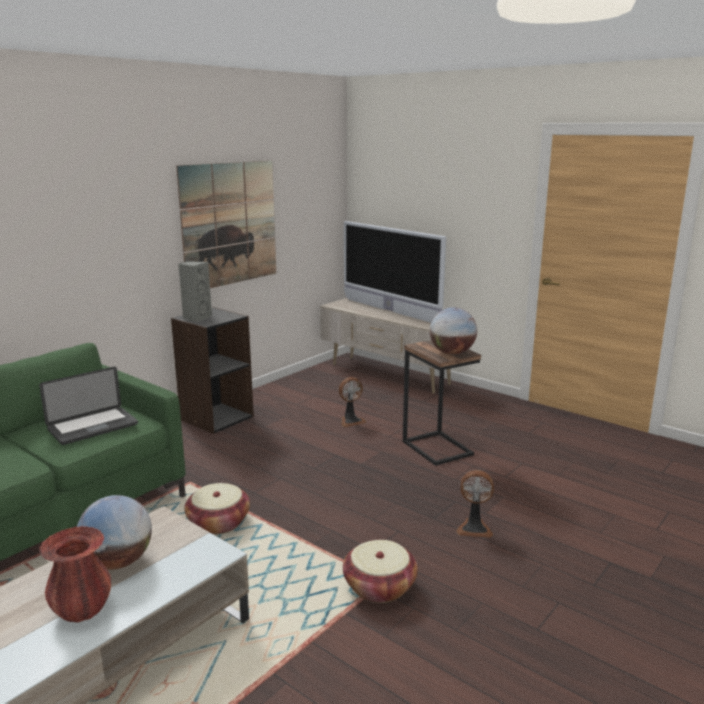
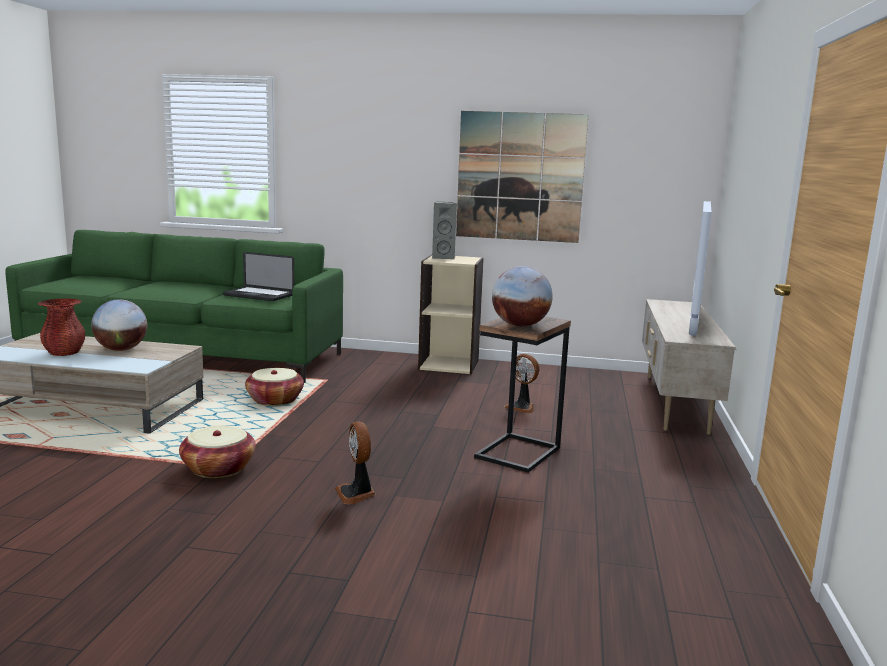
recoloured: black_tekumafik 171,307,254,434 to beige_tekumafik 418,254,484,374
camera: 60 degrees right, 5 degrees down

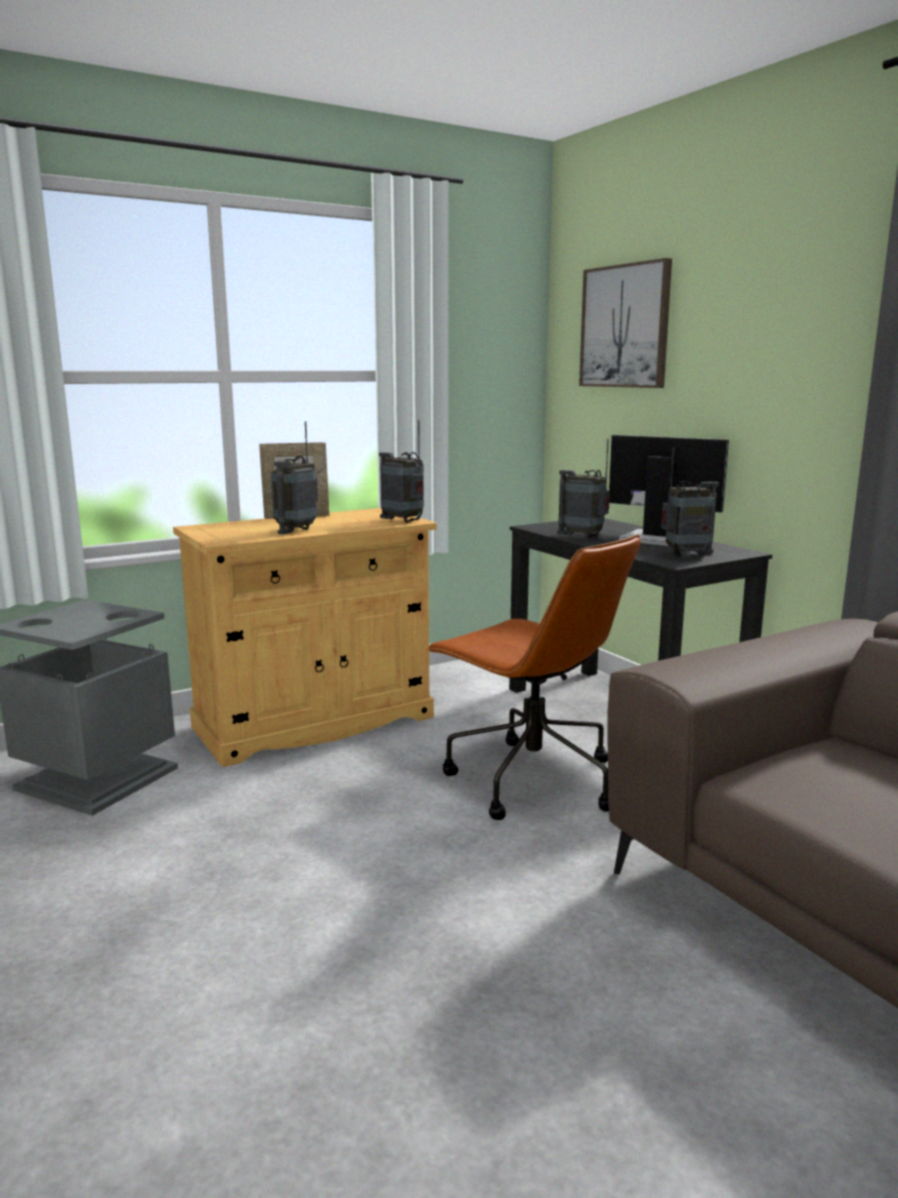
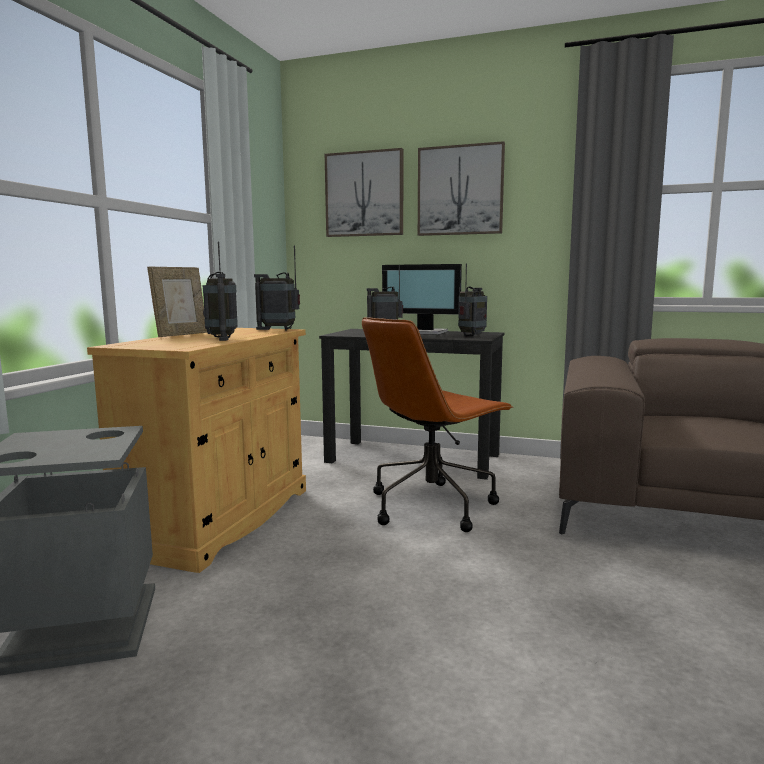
added: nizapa 418,141,505,236
turned: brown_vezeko 426,534,641,820 = 362,317,513,532 135 degrees clockwise; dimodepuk 609,435,729,546 = 382,264,462,335 150 degrees counterclockwise
camera: 40 degrees left, 5 degrees down

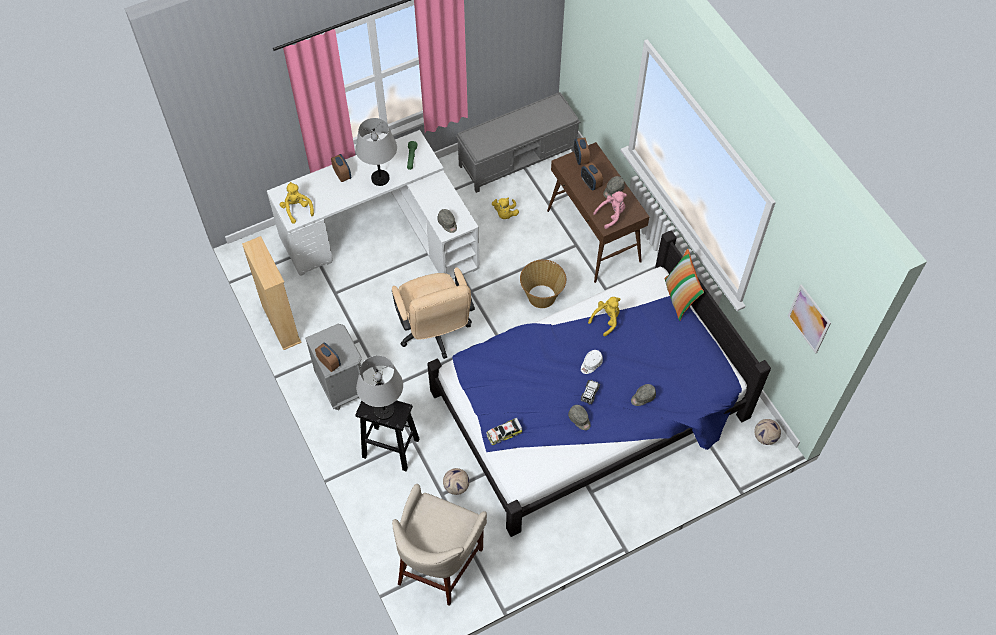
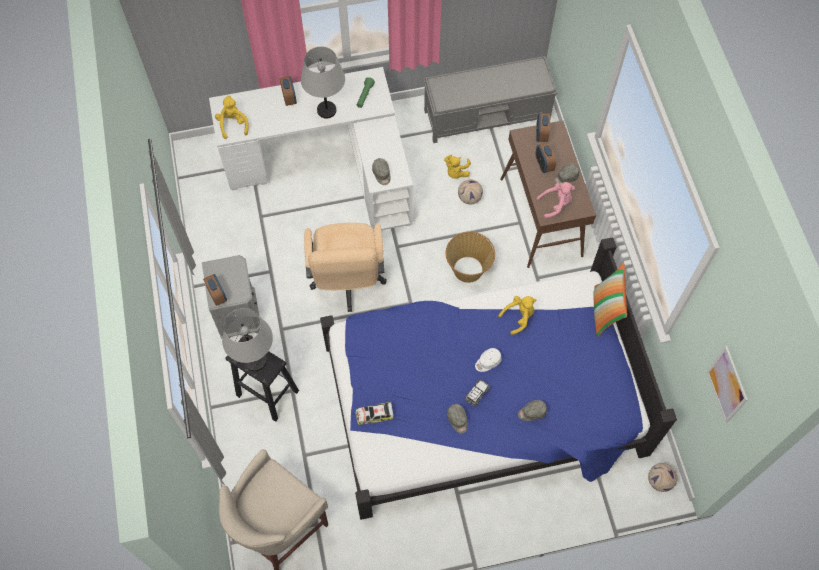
removed: beige_tekumafik 242,236,302,350
moved: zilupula 443,468,469,495 to 458,180,483,204
camera: 15 degrees right, 5 degrees up

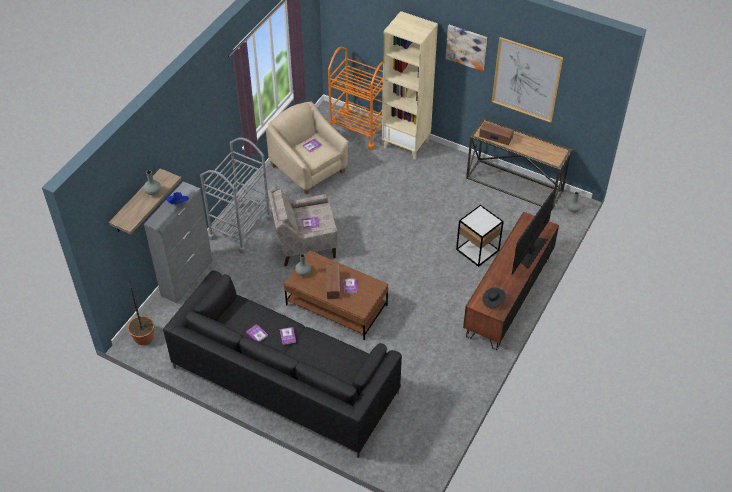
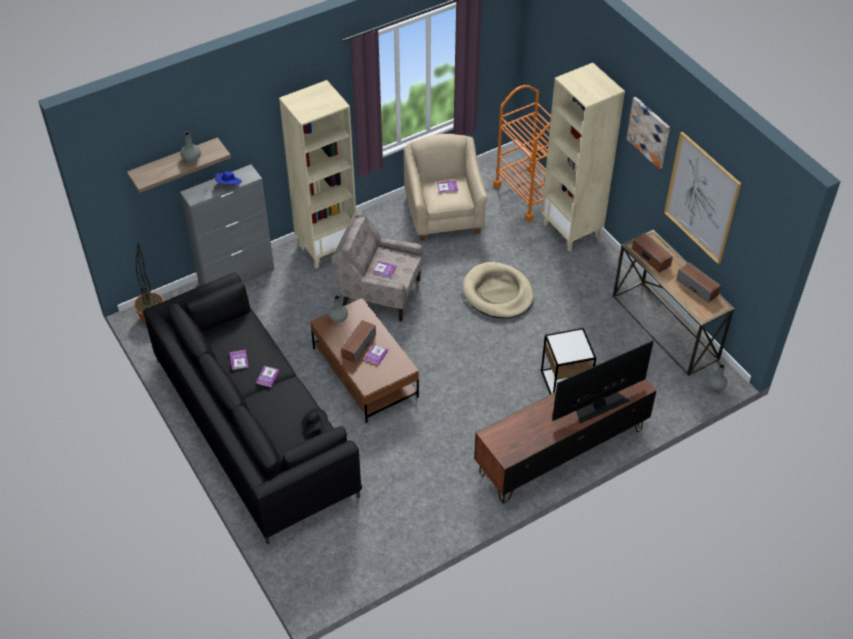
added: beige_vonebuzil 463,262,534,318; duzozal 676,262,721,303
moved: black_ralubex 482,288,505,308 to 302,408,328,433
replaced: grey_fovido 200,138,273,254 to beige_tekumafik 279,80,356,269
camera: 30 degrees right, 0 degrees up

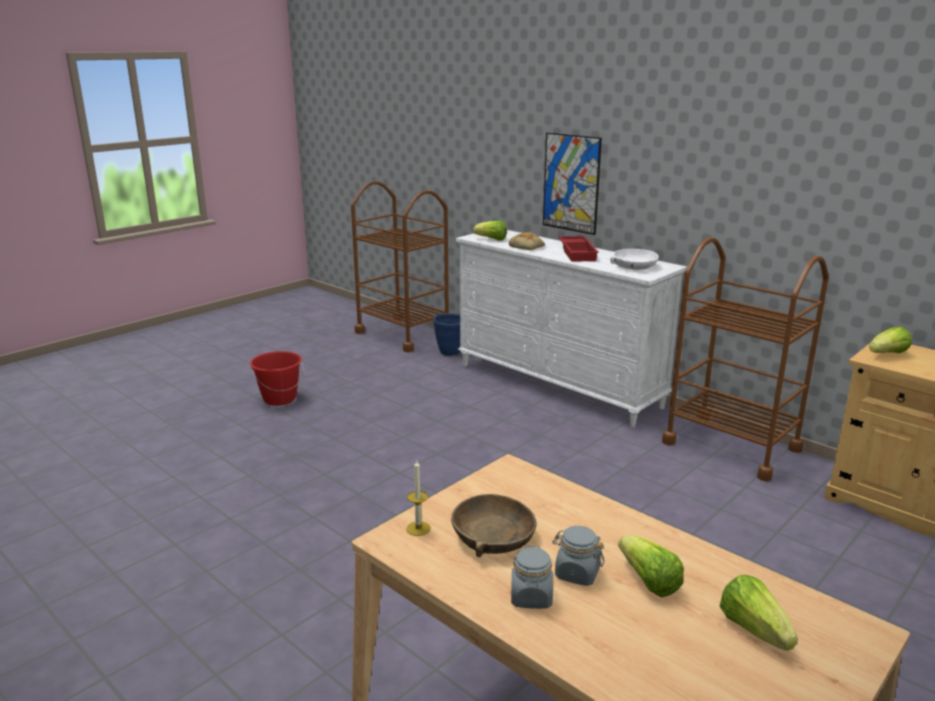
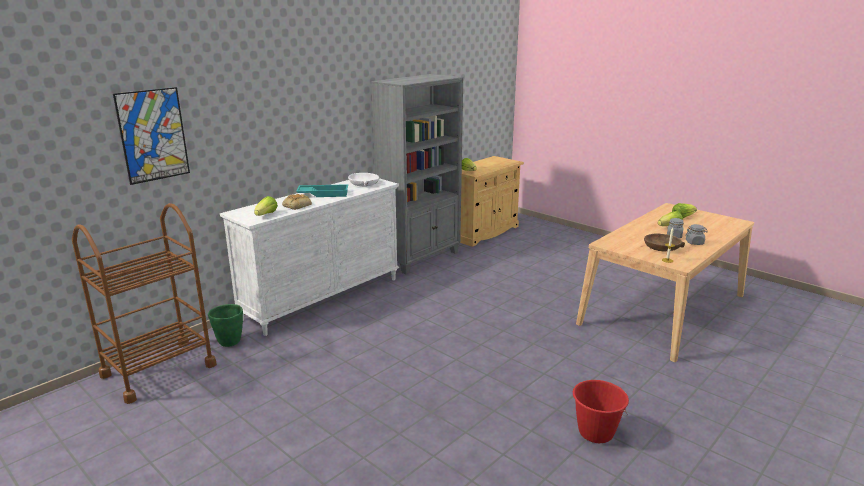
moved: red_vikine 250,351,303,406 to 573,380,629,443; nizapa 543,133,602,235 to 113,87,190,185
replaced: brown_fovido 662,237,829,482 to grey_tekumafik 371,74,463,275
recoloured: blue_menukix 433,314,461,356 to green_menukix 208,304,243,347; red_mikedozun 559,236,599,262 to turquoise_mikedozun 296,184,348,197
camera: 90 degrees left, 0 degrees up

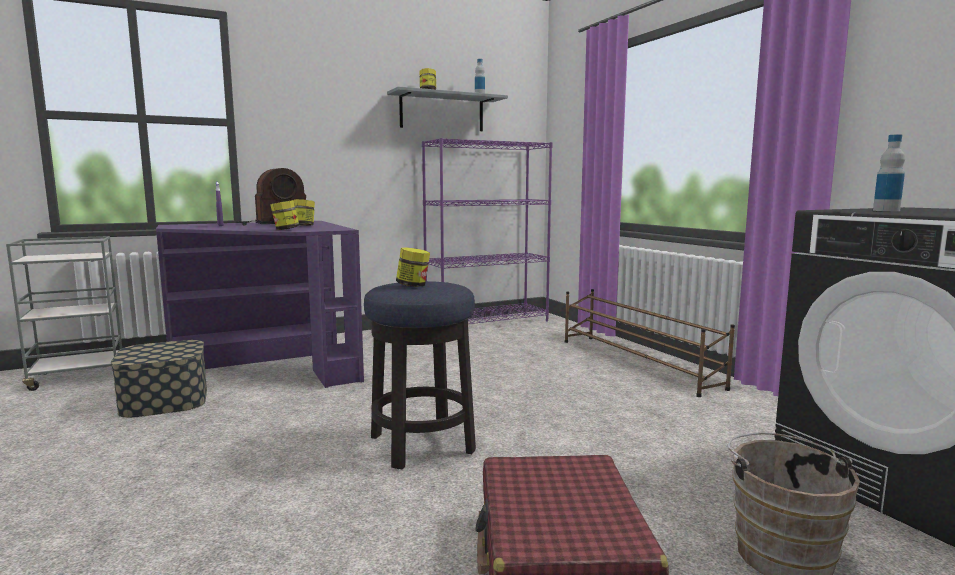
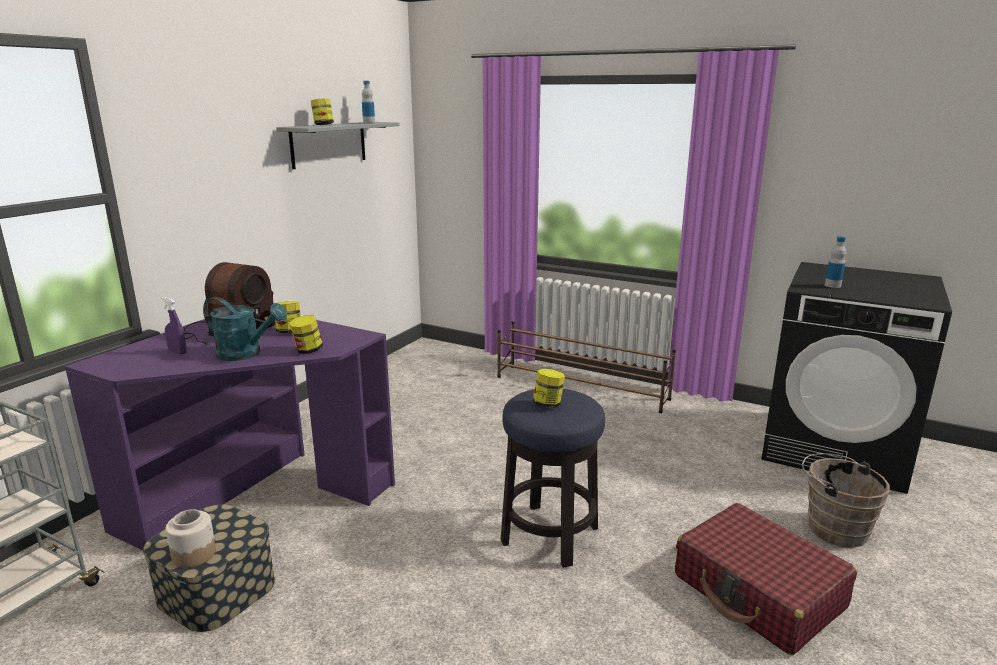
removed: purple_tekumafik 422,138,552,324
added: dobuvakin 166,509,216,568; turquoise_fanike 203,297,287,361
camera: 35 degrees left, 10 degrees up

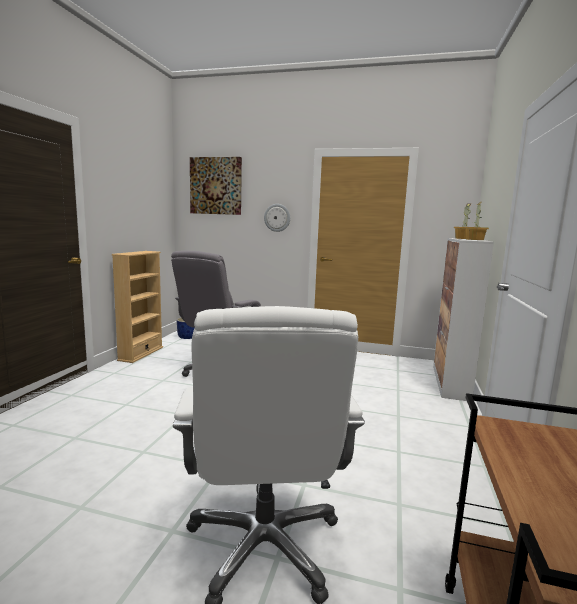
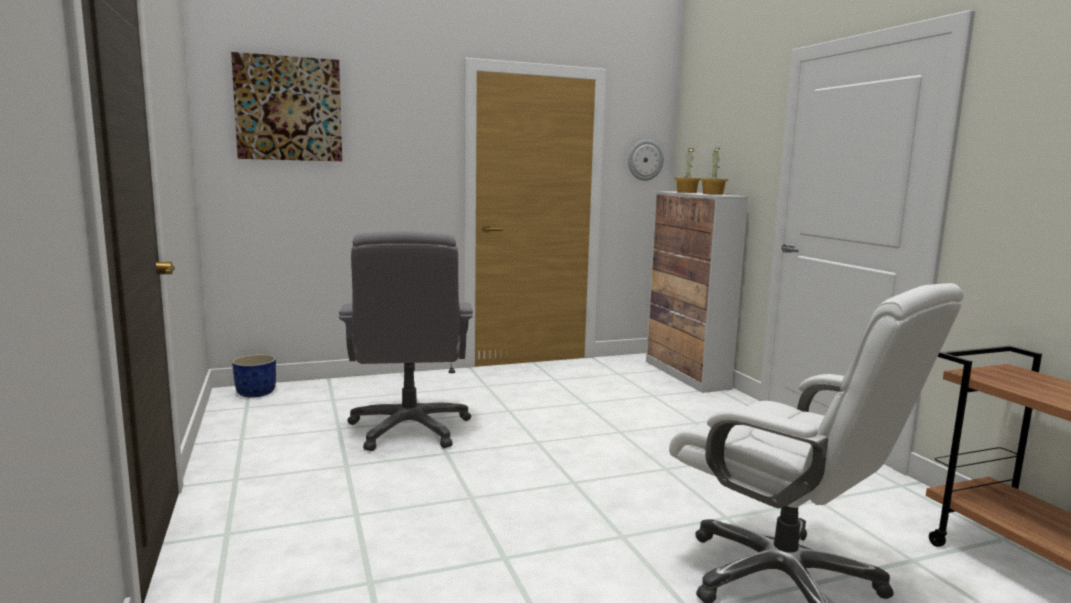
removed: beige_tekumafik 112,251,163,363
moved: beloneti 264,204,290,232 to 628,140,664,181
camera: 35 degrees left, 0 degrees up

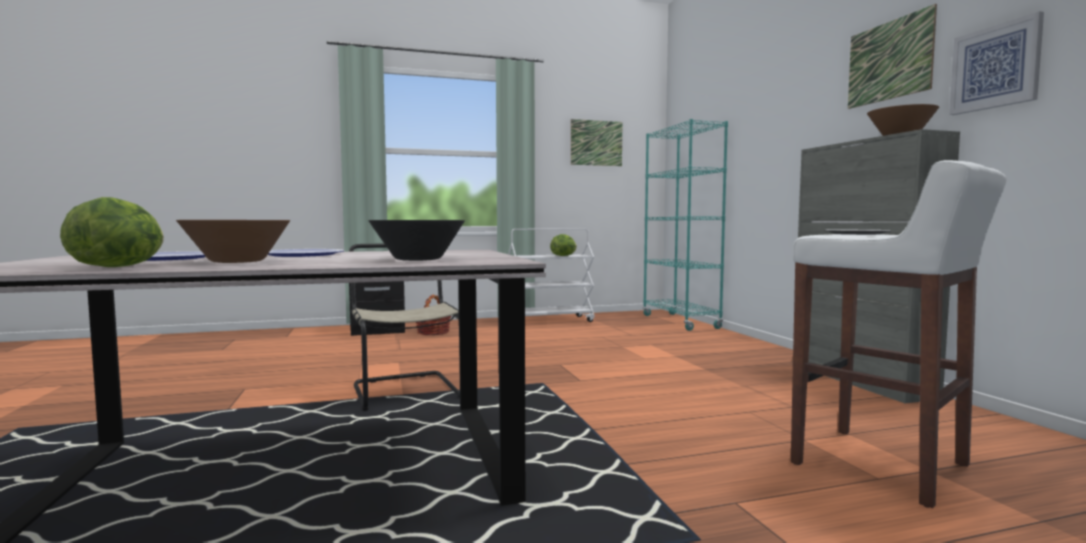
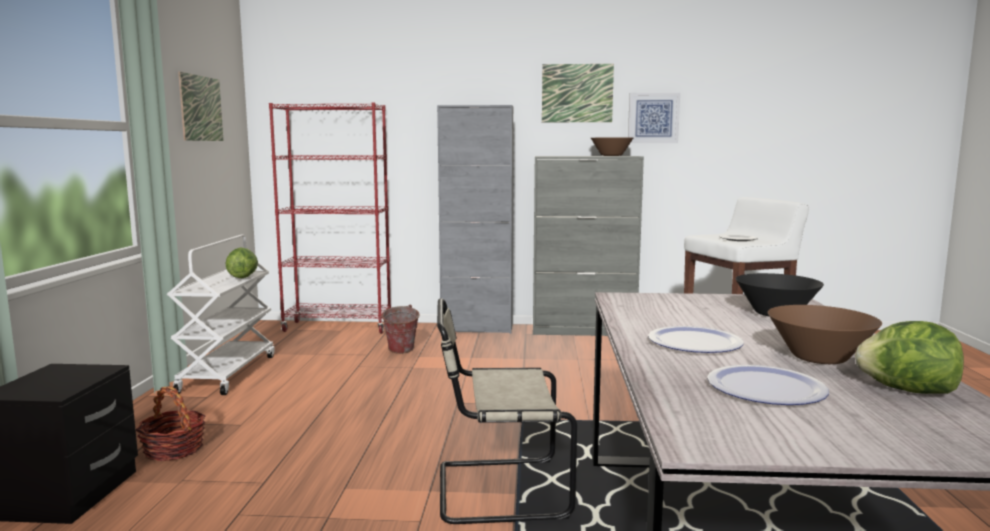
added: vikine 380,305,420,354; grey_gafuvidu 437,105,513,334
recoloured: turquoise_tekumafik 643,119,728,331 to red_tekumafik 269,103,391,334
camera: 70 degrees left, 5 degrees up

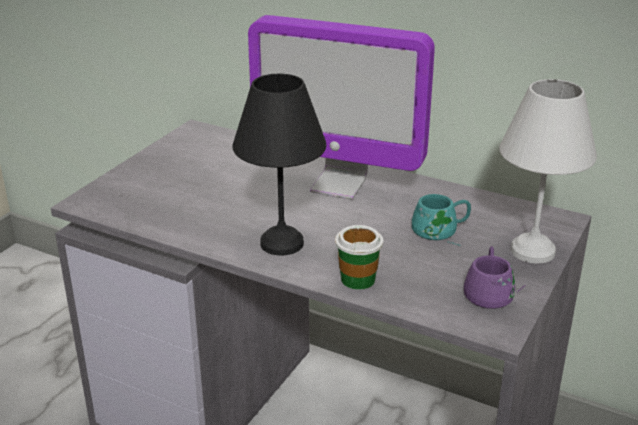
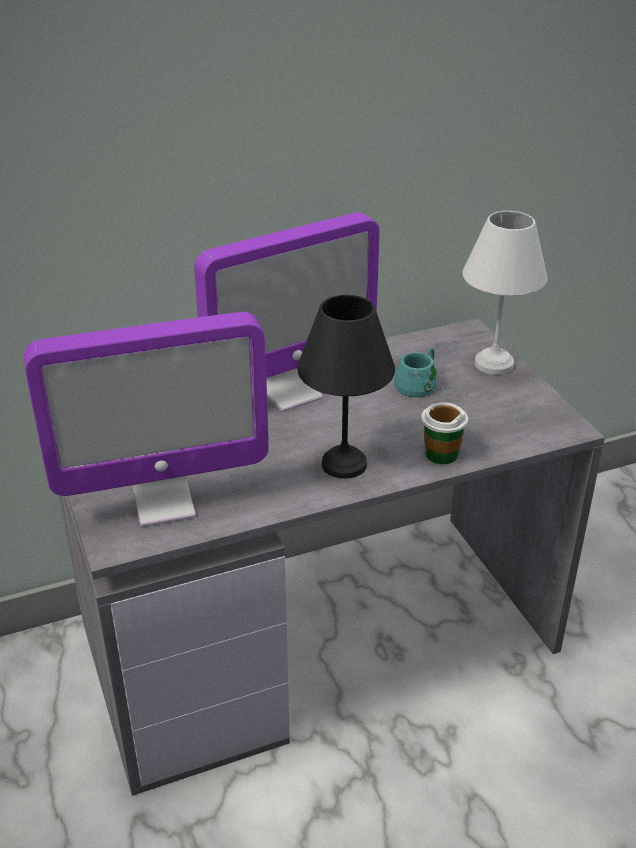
removed: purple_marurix 464,246,525,309
added: dimodepuk 24,312,269,527
camera: 50 degrees left, 5 degrees up

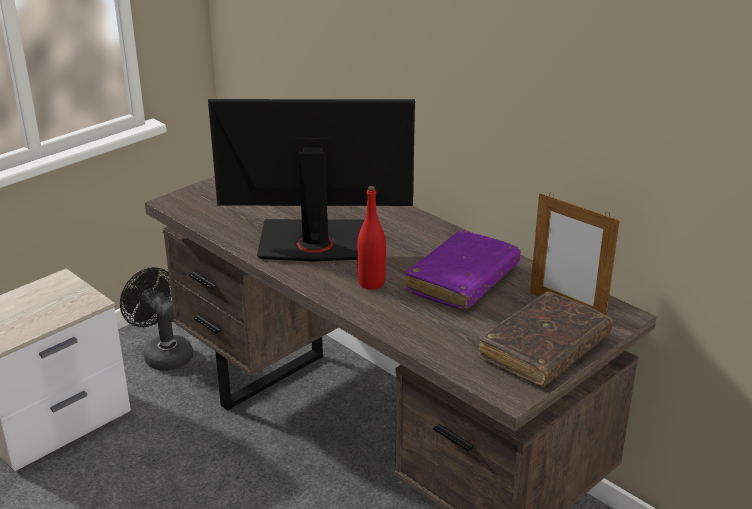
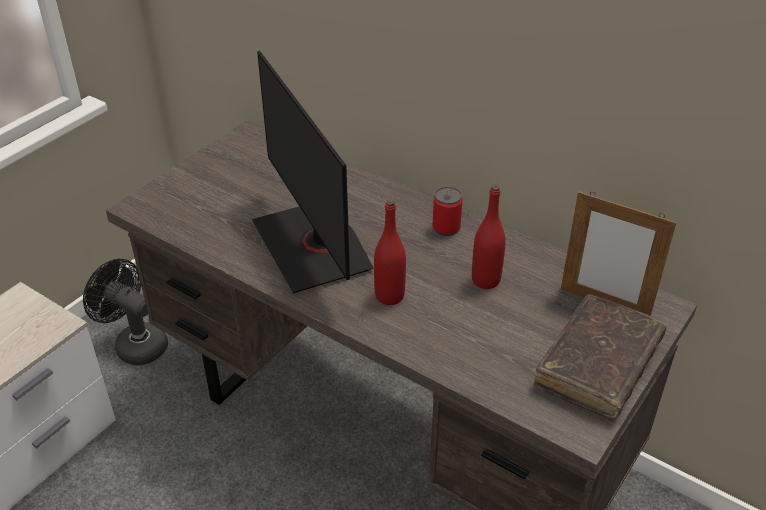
added: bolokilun 433,187,463,236
replaced: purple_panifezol 405,230,521,310 to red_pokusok 472,185,506,289
turned: dimodepuk 208,99,415,262 = 252,51,374,293 105 degrees counterclockwise
camera: 10 degrees left, 10 degrees up

